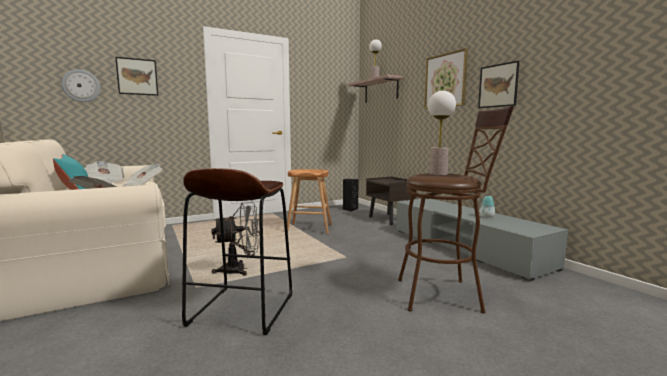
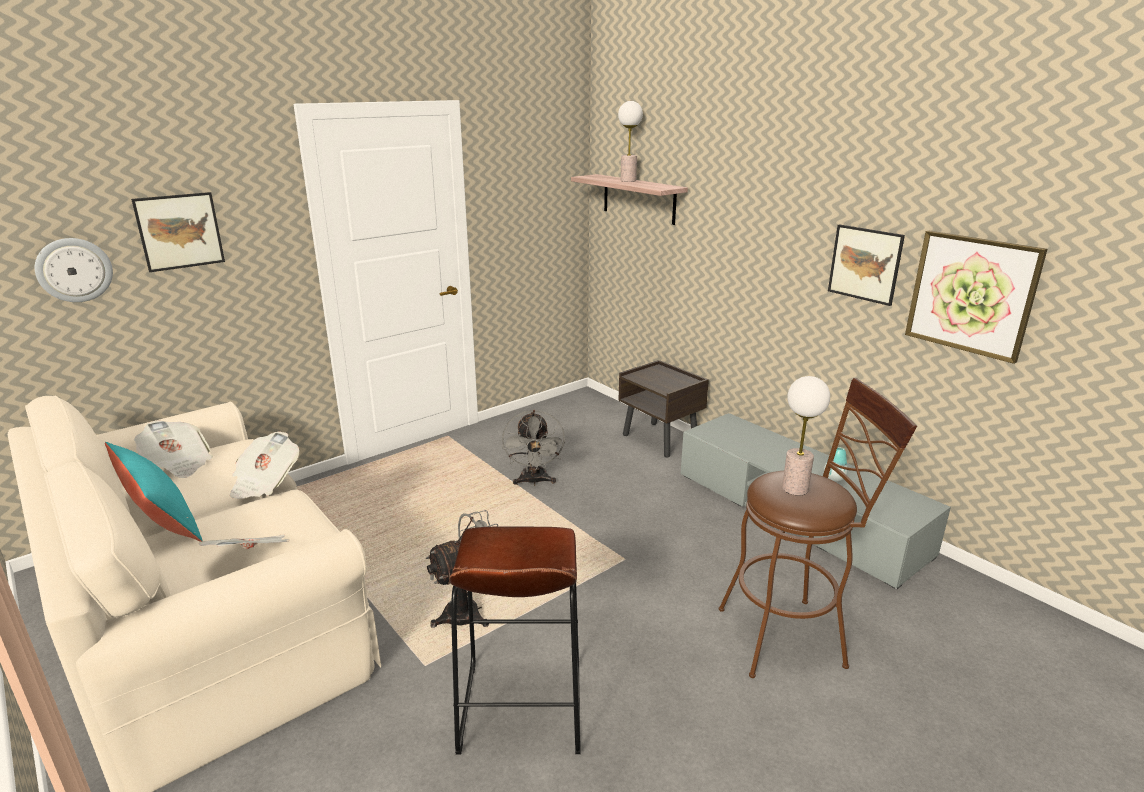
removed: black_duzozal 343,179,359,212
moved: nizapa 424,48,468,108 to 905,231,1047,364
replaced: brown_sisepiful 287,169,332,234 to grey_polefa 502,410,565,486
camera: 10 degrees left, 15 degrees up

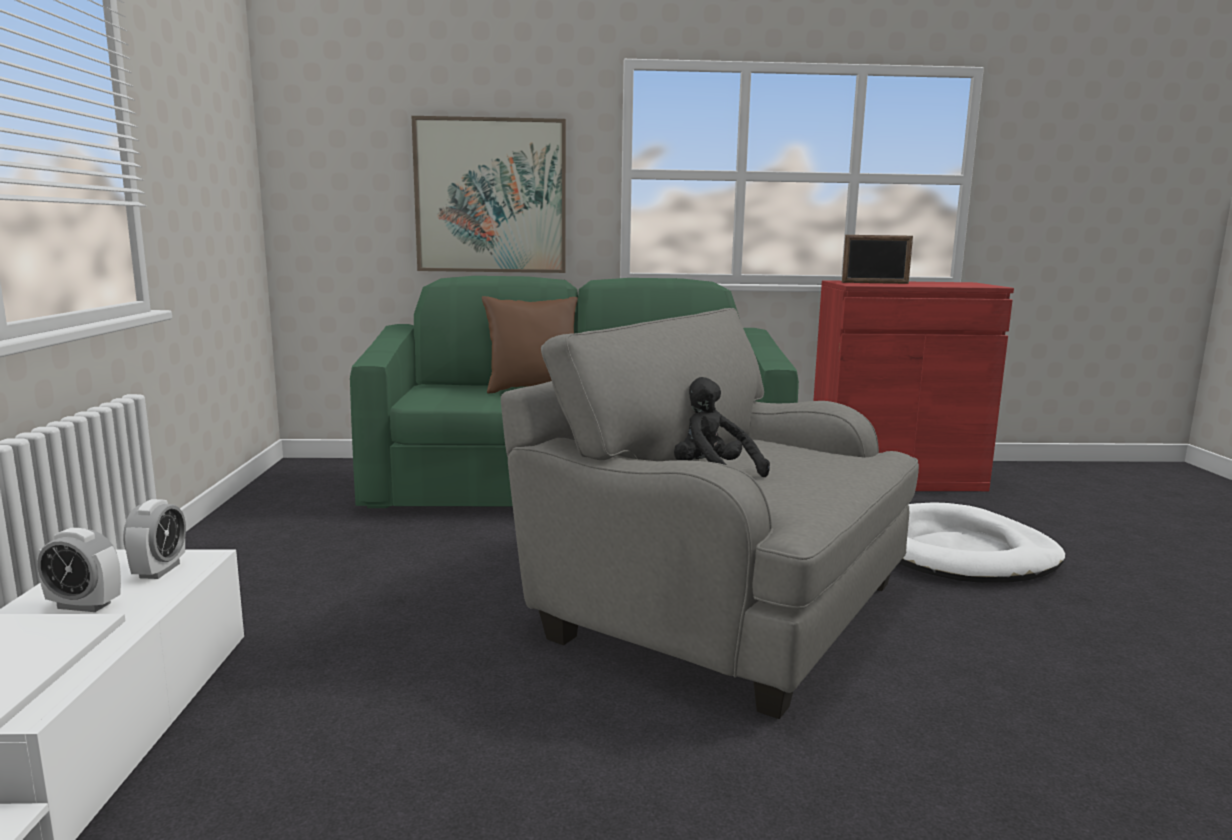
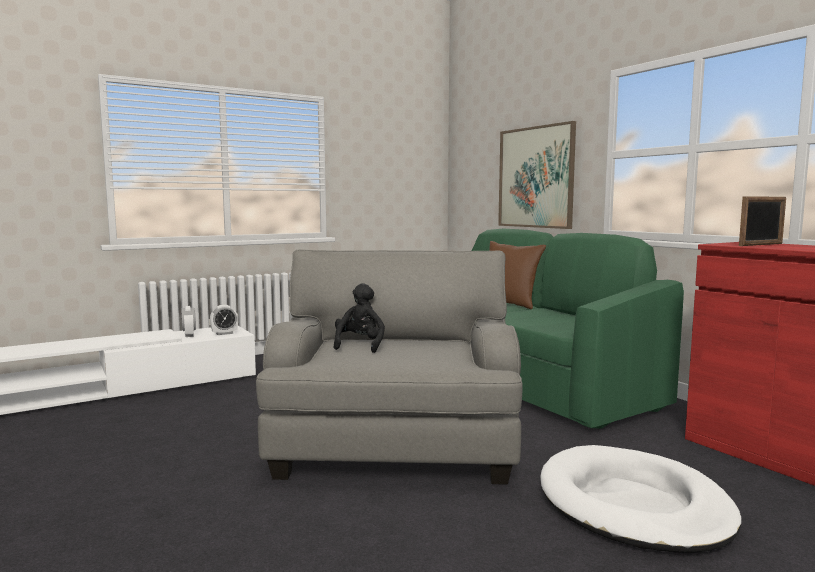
turned: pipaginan 842,235,913,284 = 739,196,786,246 90 degrees counterclockwise
camera: 60 degrees right, 5 degrees down

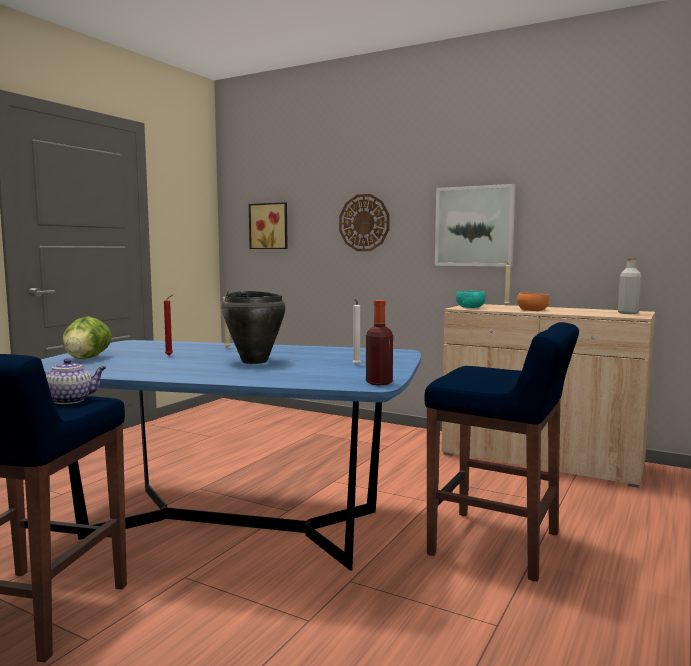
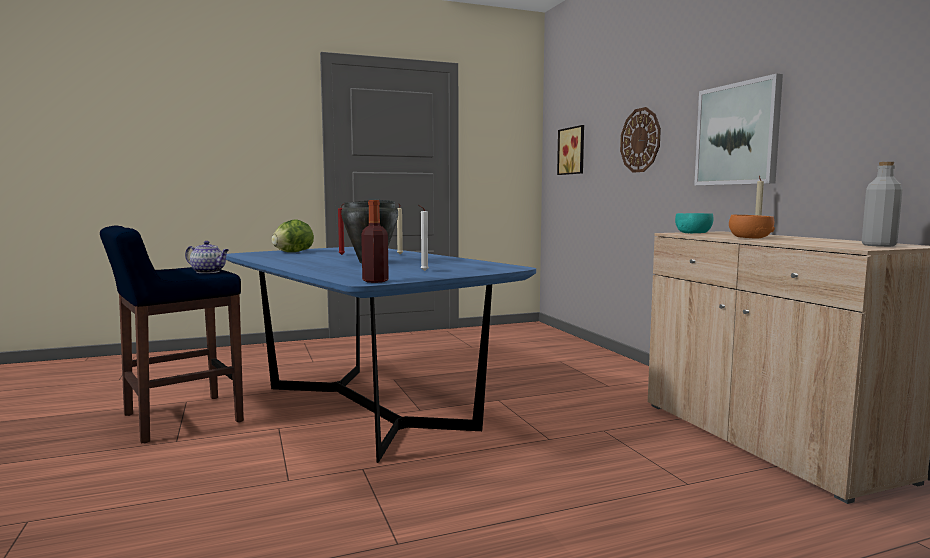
removed: blue_sisepiful 424,322,579,582
camera: 40 degrees right, 0 degrees up

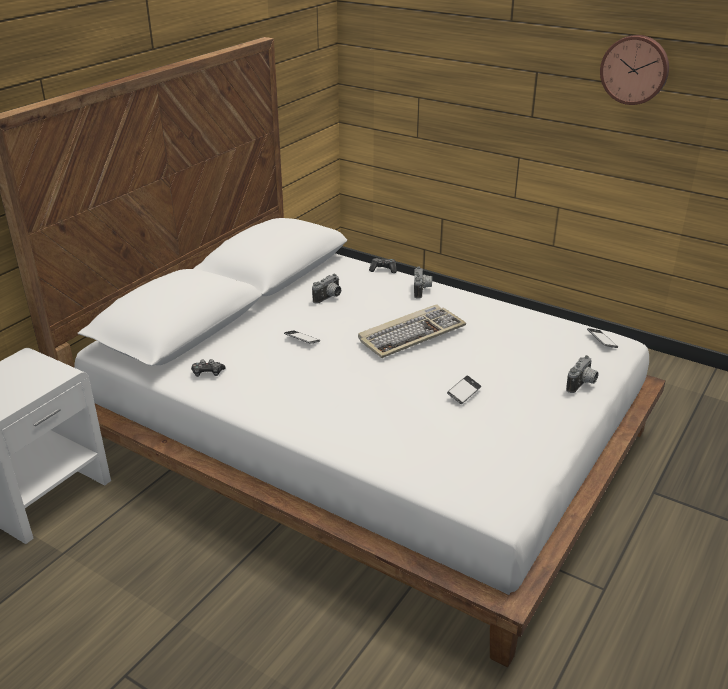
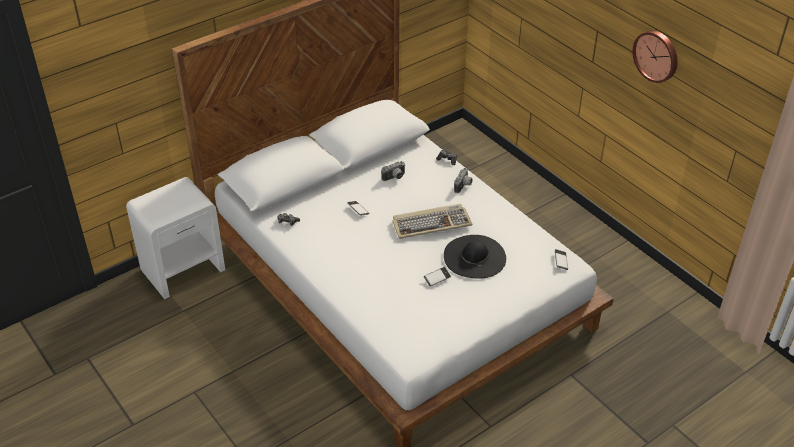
removed: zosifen 566,355,599,393
added: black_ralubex 444,235,506,279
camera: 20 degrees right, 10 degrees up

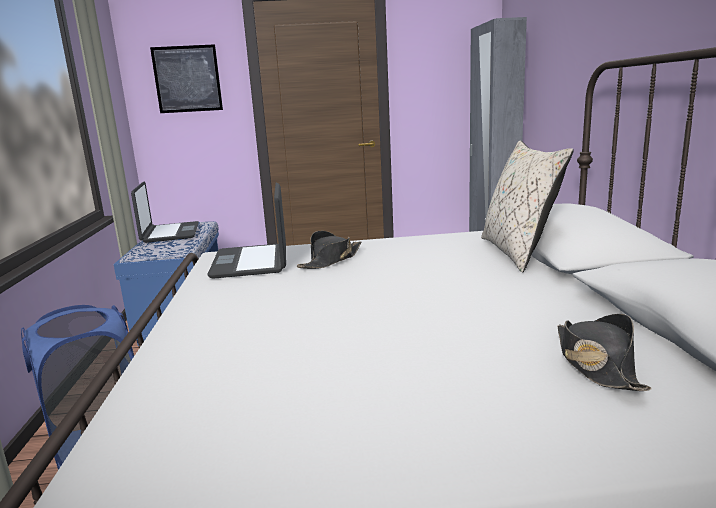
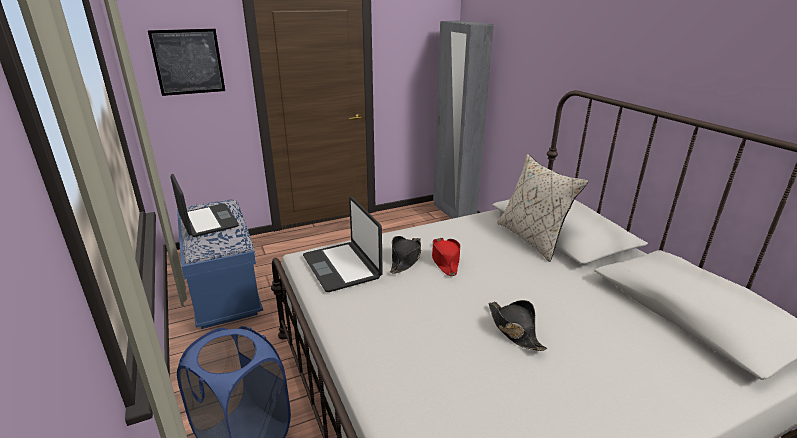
added: red_ralubex 432,238,460,276
moved: black_ralubex 558,314,651,391 to 488,300,547,351
camera: 20 degrees left, 10 degrees up

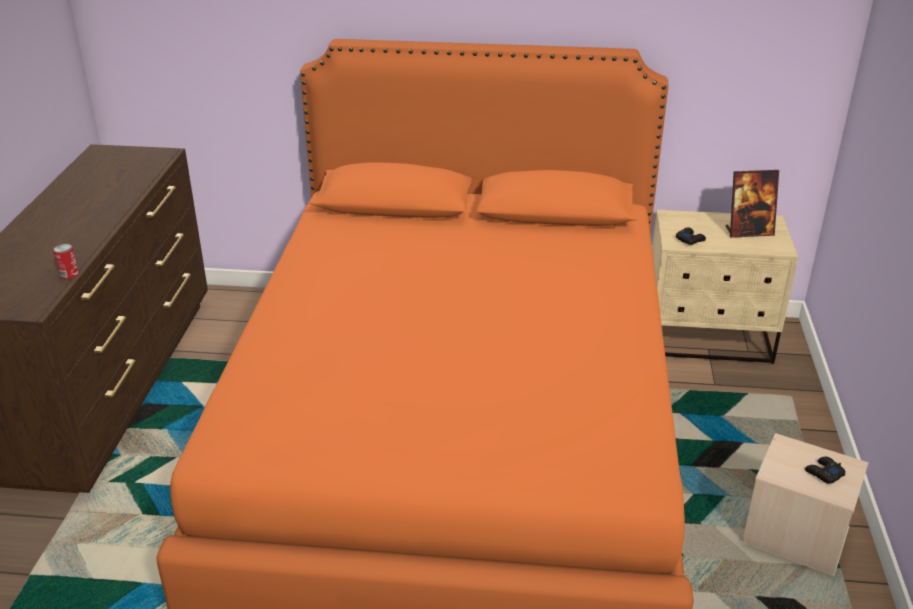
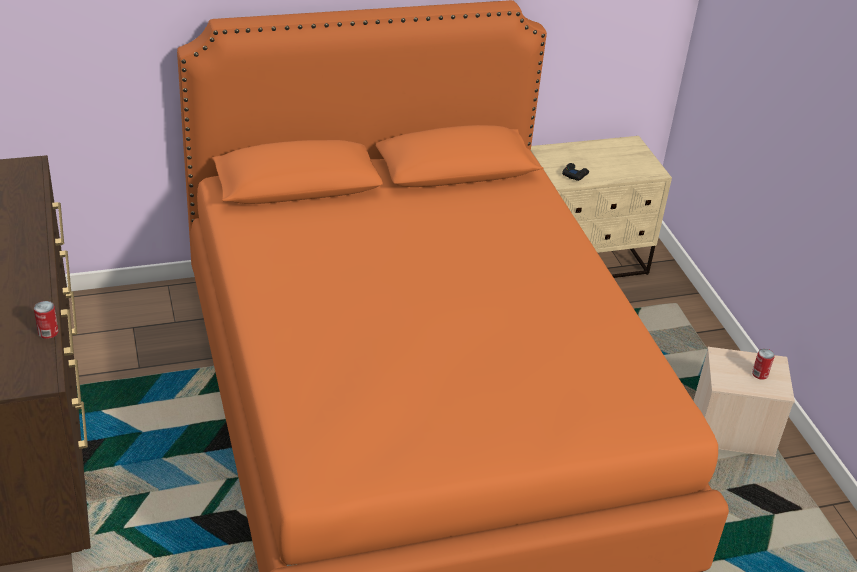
removed: pipaginan 725,170,779,238
replaced: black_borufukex 805,457,846,484 to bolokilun 752,349,775,380
camera: 25 degrees left, 5 degrees up

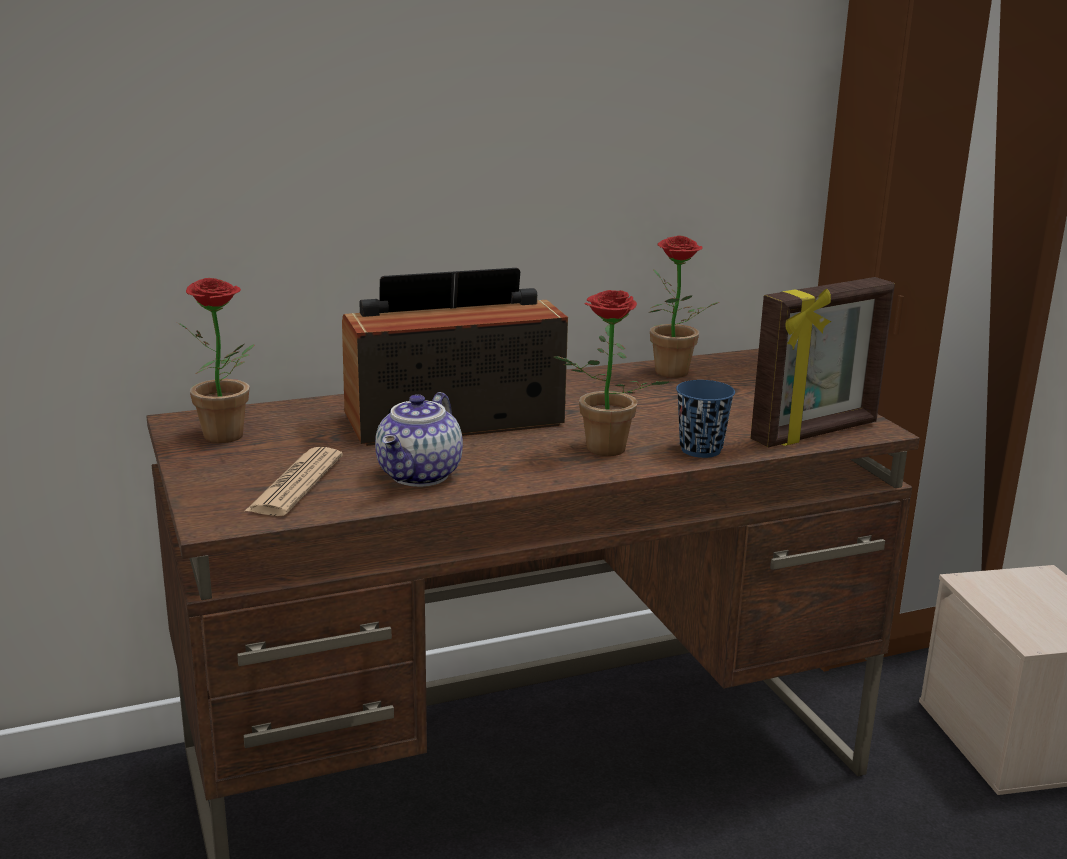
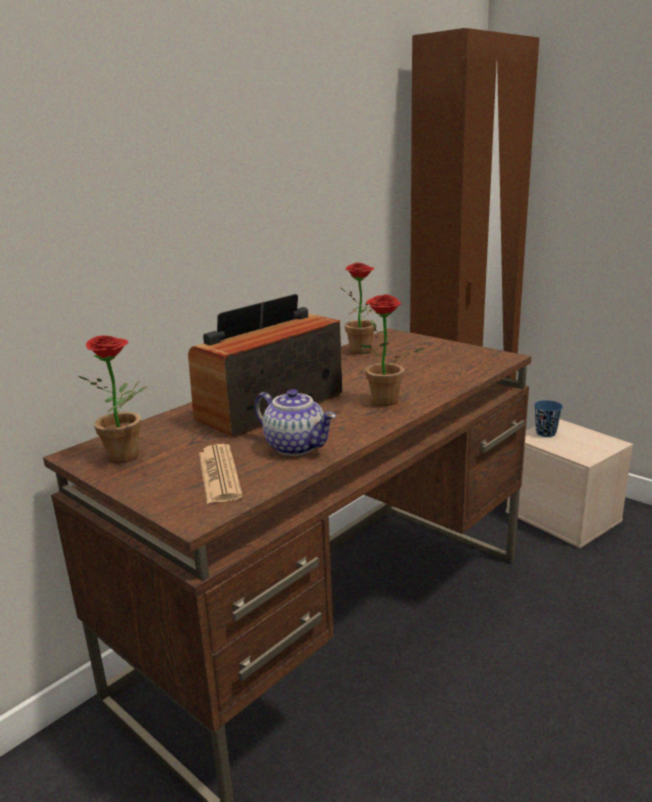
removed: pipaginan 751,277,895,447
moved: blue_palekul 676,380,735,458 to 534,400,563,437
turned: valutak 375,392,463,487 = 254,389,336,456 45 degrees counterclockwise
camera: 25 degrees left, 0 degrees up

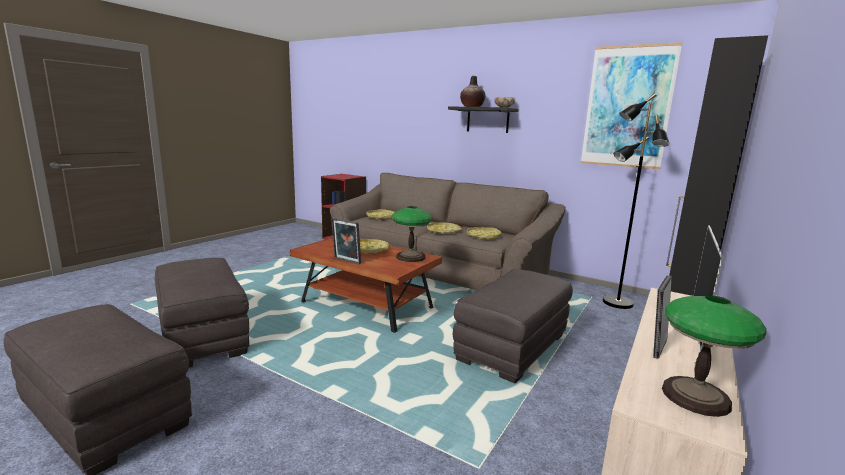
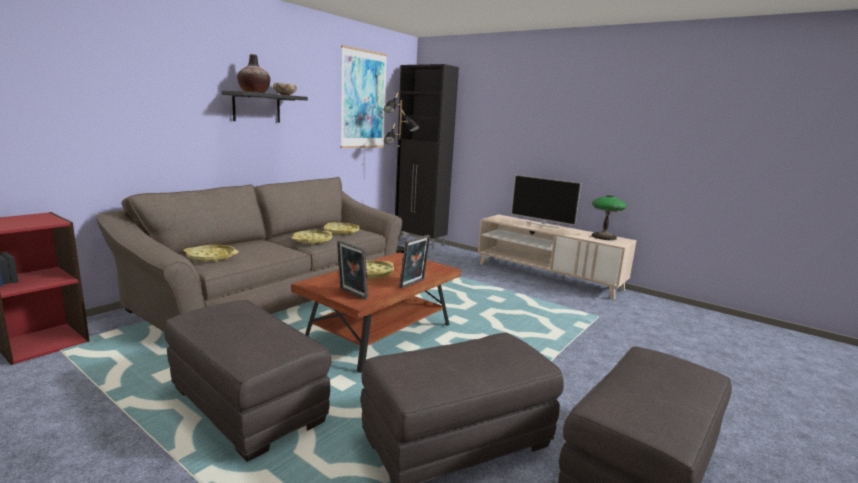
removed: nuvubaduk 392,206,432,262
moved: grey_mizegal 453,269,573,384 to 164,300,331,462; pipaginan 653,275,672,359 to 337,240,368,300
camera: 85 degrees left, 0 degrees up

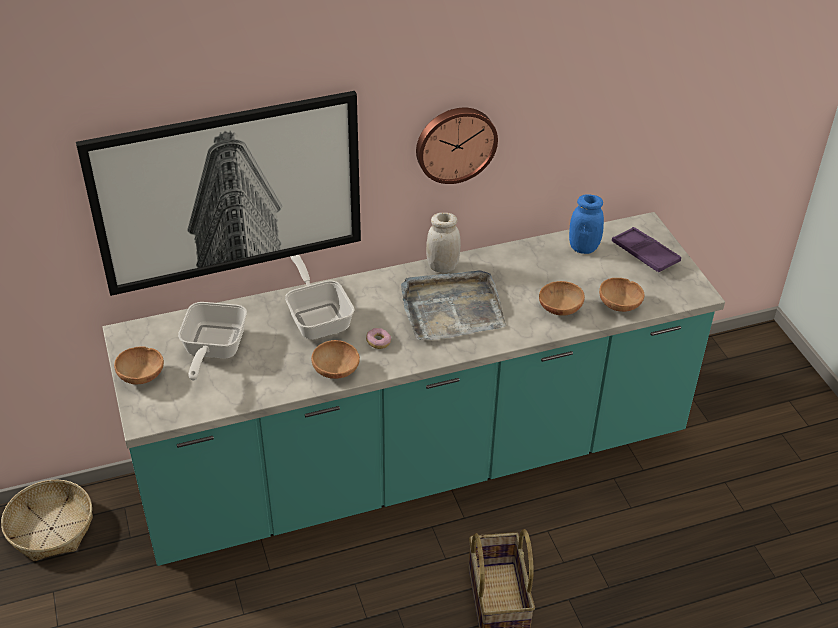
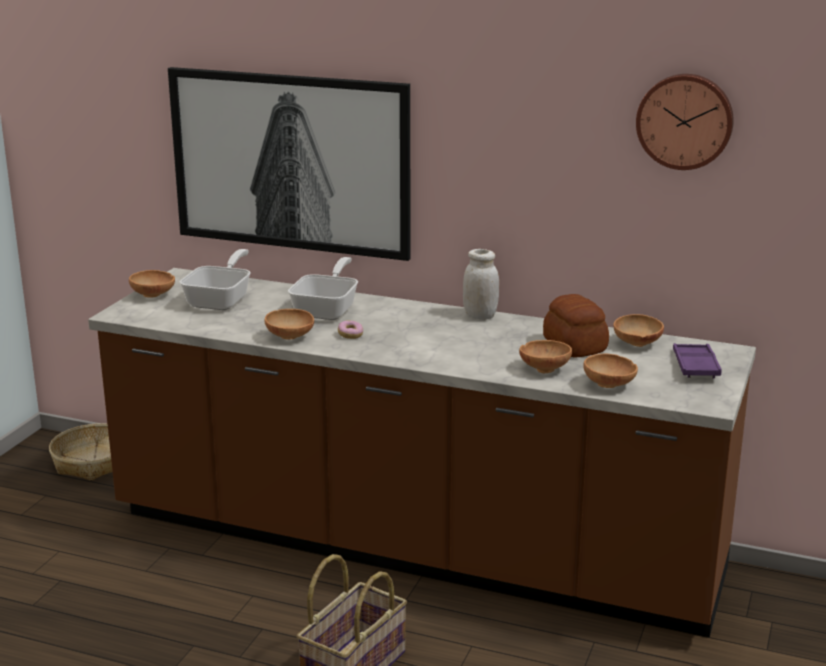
removed: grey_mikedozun 401,270,506,340
added: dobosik 543,294,609,357
moved: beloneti 416,108,498,184 to 636,74,734,170
replaced: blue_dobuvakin 569,194,604,254 to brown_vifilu 613,314,664,347
recoloured: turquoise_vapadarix 102,212,725,566 to brown_vapadarix 88,268,756,637
turned: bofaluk 178,302,247,381 = 180,249,251,310 150 degrees clockwise
camera: 40 degrees right, 20 degrees down

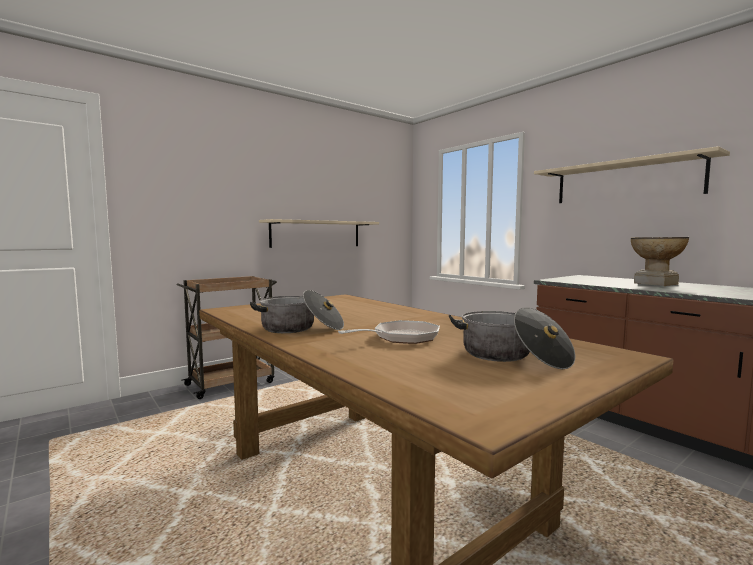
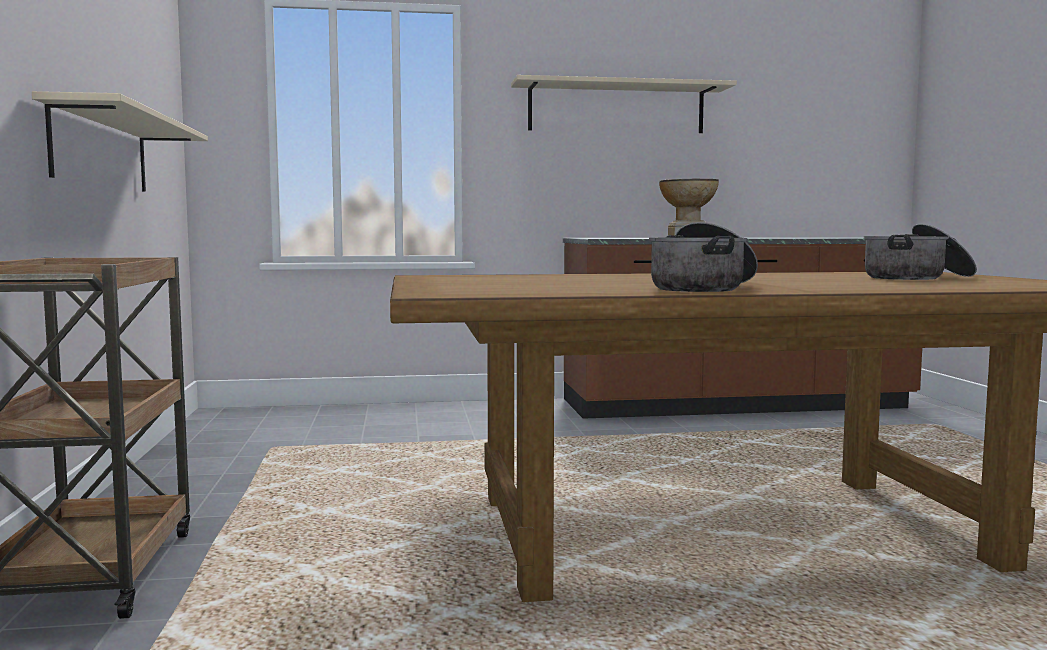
removed: bofaluk 338,320,440,344
camera: 60 degrees left, 0 degrees up

